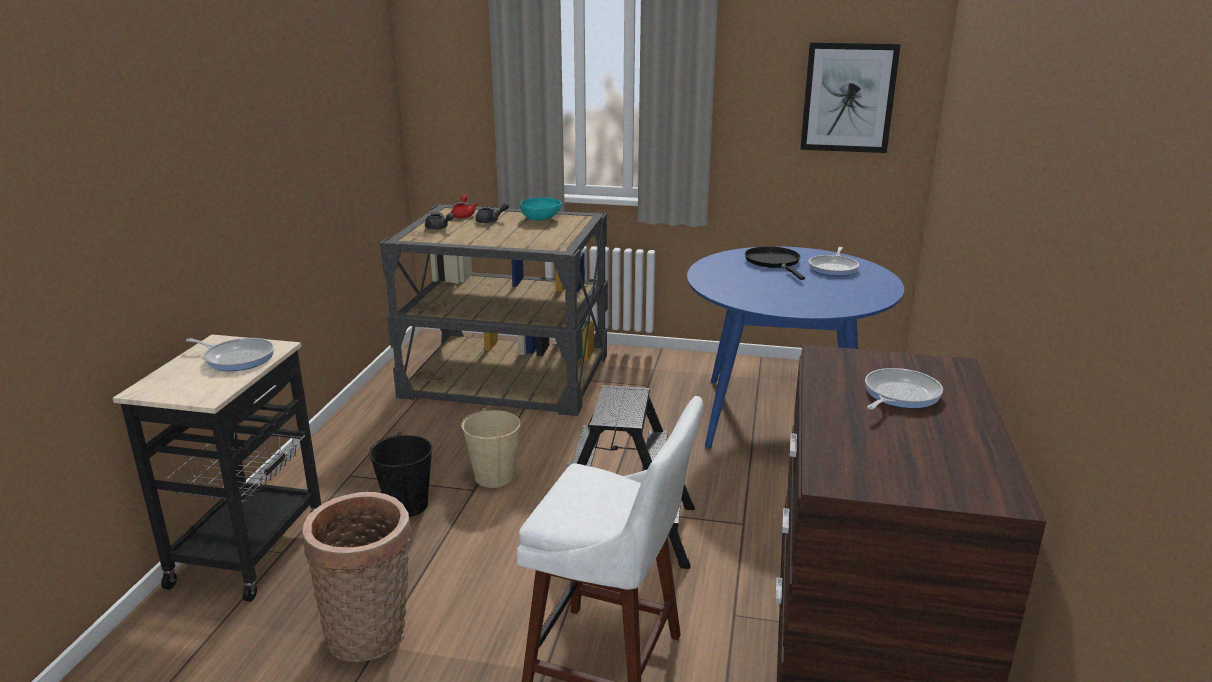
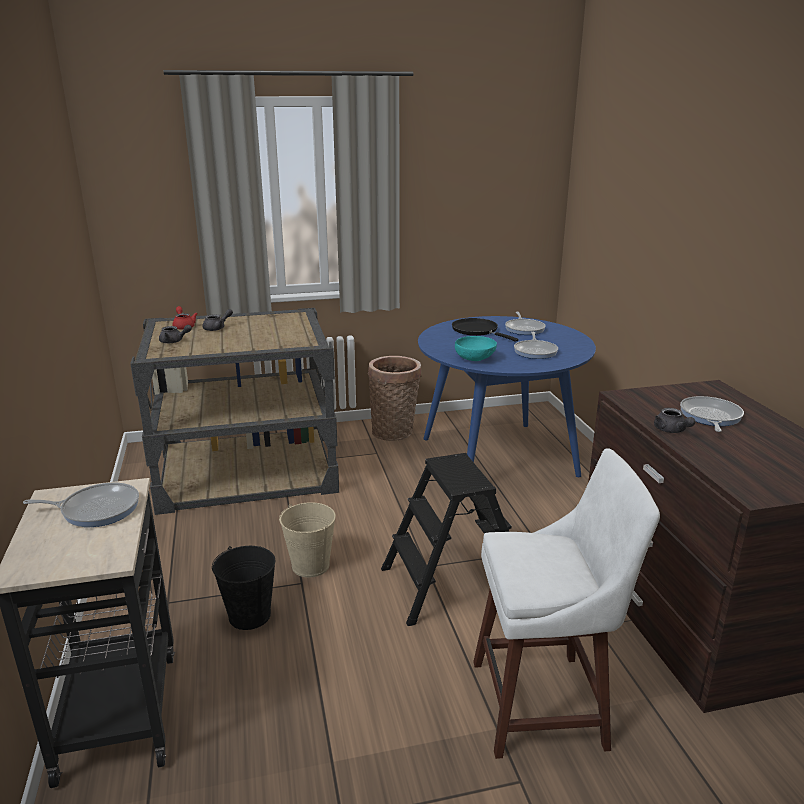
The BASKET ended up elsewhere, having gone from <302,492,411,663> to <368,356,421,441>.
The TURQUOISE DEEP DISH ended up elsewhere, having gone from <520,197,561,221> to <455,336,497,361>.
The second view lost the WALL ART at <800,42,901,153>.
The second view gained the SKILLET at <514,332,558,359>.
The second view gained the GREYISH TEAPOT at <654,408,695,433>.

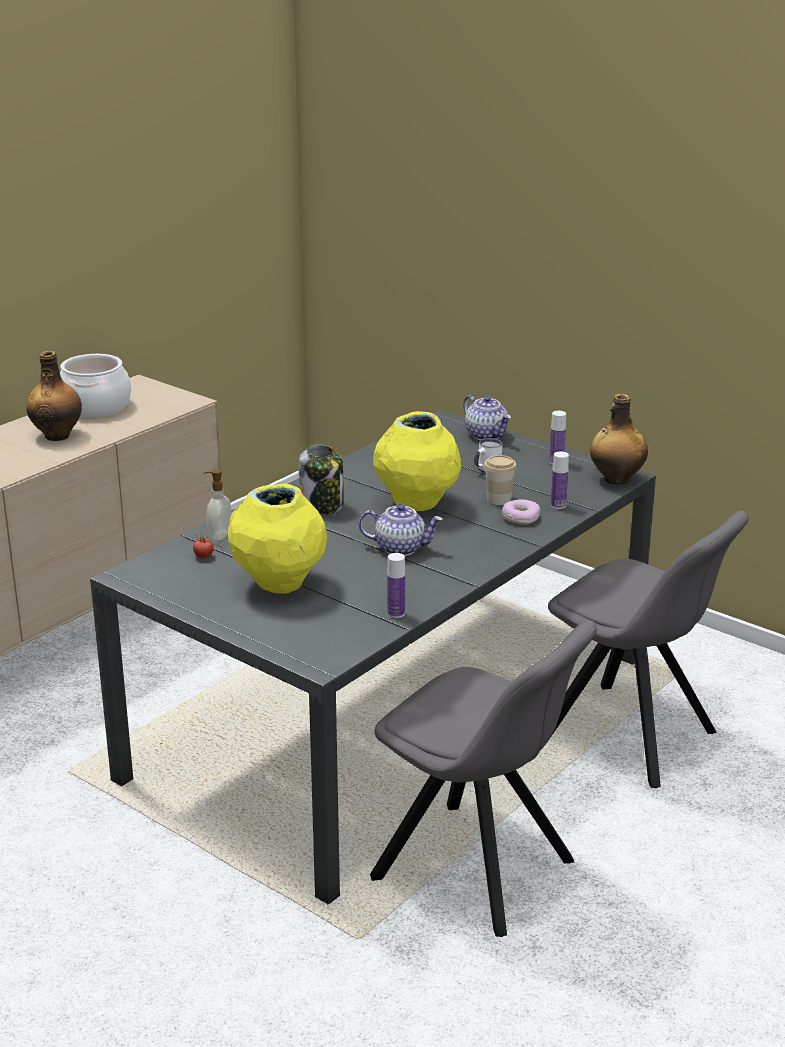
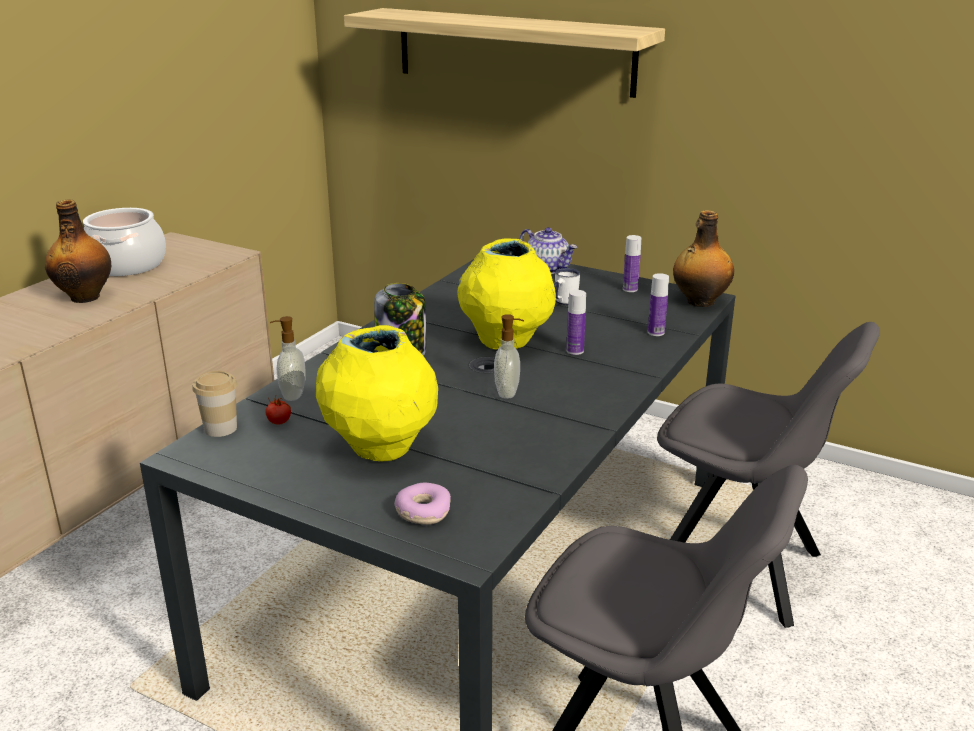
Where the TEAPOT stood at <359,504,442,556>, the SOAP DISPENSER came to stand at <494,314,524,399>.
The BOTTLE ended up elsewhere, having gone from <387,553,405,618> to <566,290,586,355>.
The CUP ended up elsewhere, having gone from <484,455,517,505> to <192,371,237,437>.
The RING DOUGHNUT ended up elsewhere, having gone from <502,499,540,525> to <395,483,451,525>.
The second view gained the SHELF at <344,8,665,98>.

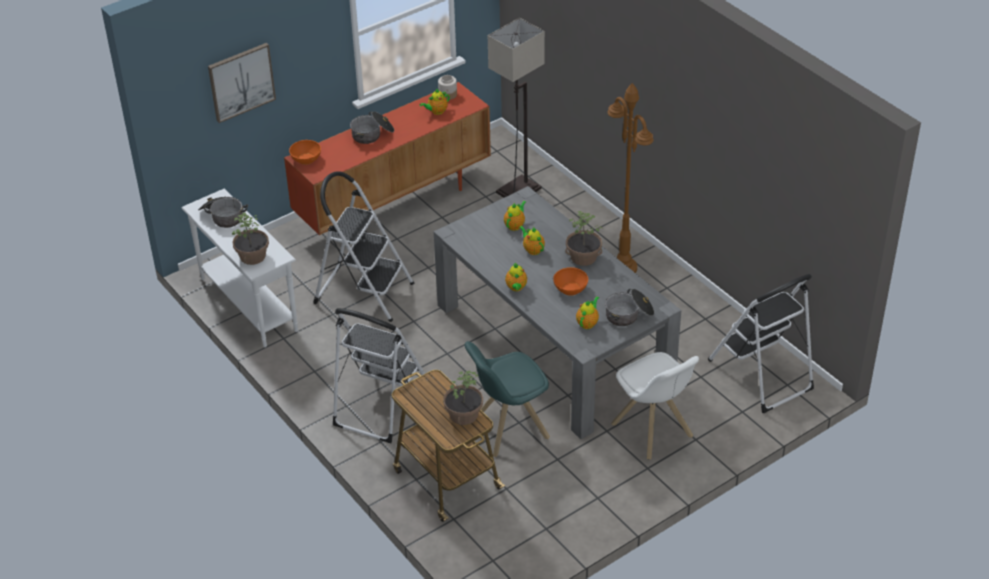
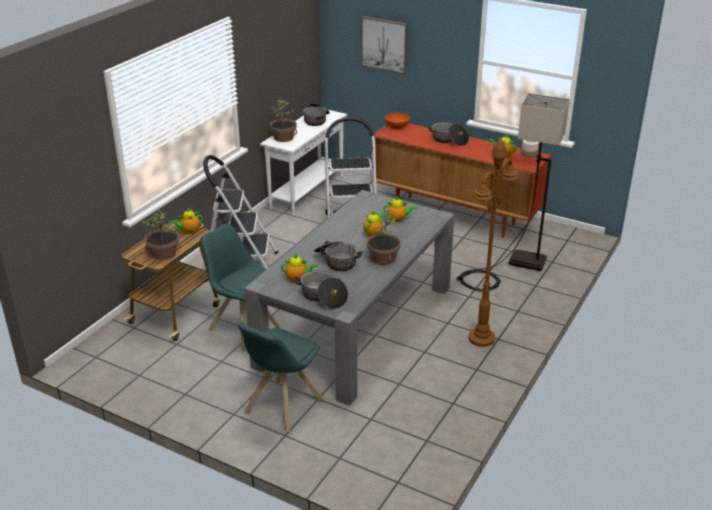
The TEAPOT ended up elsewhere, having gone from <505,263,527,291> to <170,207,203,234>.
Where the ORANGE-COLOURED DEEP DISH stood at <553,267,588,296>, the COOKING POT came to stand at <314,241,363,271>.
What was the WHITE-COLOURED UPRIGHT CHAIR at <611,352,699,460> turned into the TURQUOISE UPRIGHT CHAIR at <238,323,323,433>.
The second view lost the STEP STOOL at <708,274,814,413>.

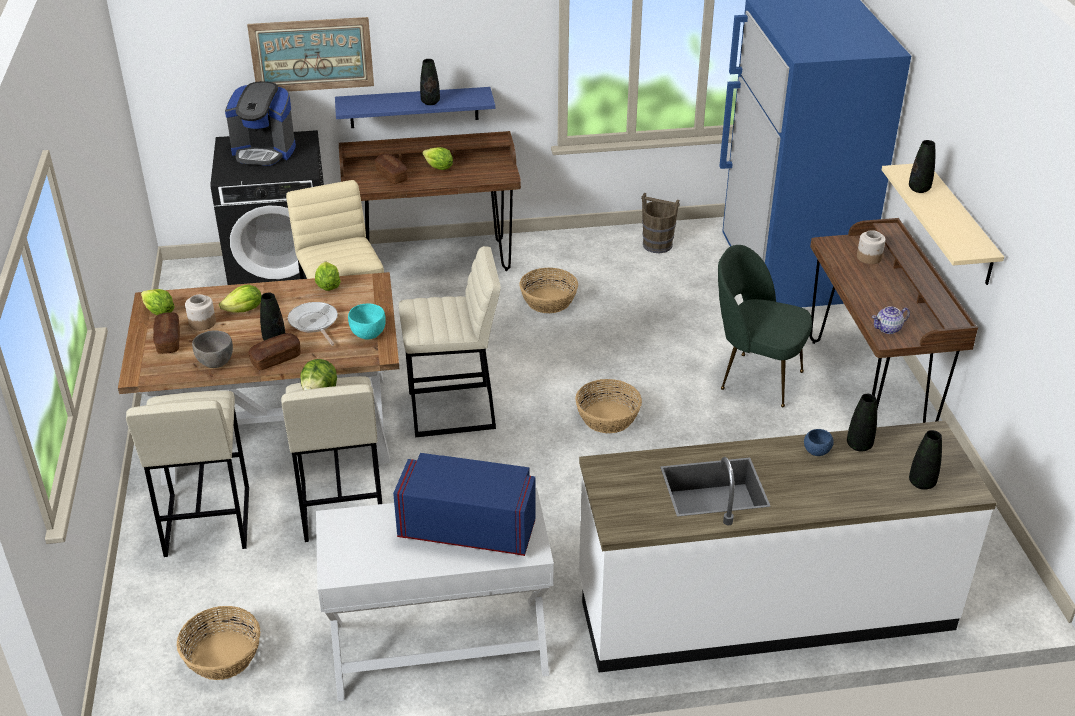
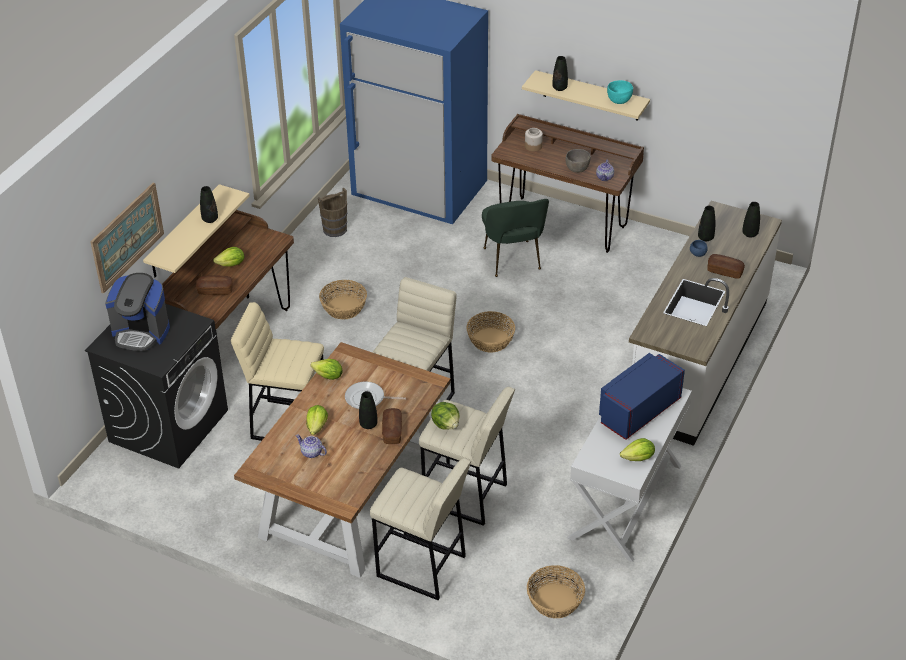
The HEAD OF LETTUCE ended up elsewhere, having gone from <141,289,175,315> to <620,438,655,461>.
The BAKED BREAD ended up elsewhere, having gone from <153,312,180,354> to <707,254,745,279>.
Where the PRESERVE JAR stood at <185,294,216,331>, the TEAPOT came to stand at <296,435,327,458>.
The GREYISH DEEP DISH ended up elsewhere, having gone from <192,330,233,368> to <566,149,591,173>.
The COFFEE MAKER at <225,81,296,166> ended up facing another way, 60 degrees clockwise from before.
What was the BLUE SHELF at <335,87,495,128> turned into the SAND-COLOURED SHELF at <143,184,250,277>.
The TURQUOISE DEEP DISH ended up elsewhere, having gone from <348,303,386,339> to <607,80,633,104>.
The GREEN UPRIGHT CHAIR at <718,245,812,407> ended up facing another way, 75 degrees counterclockwise from before.

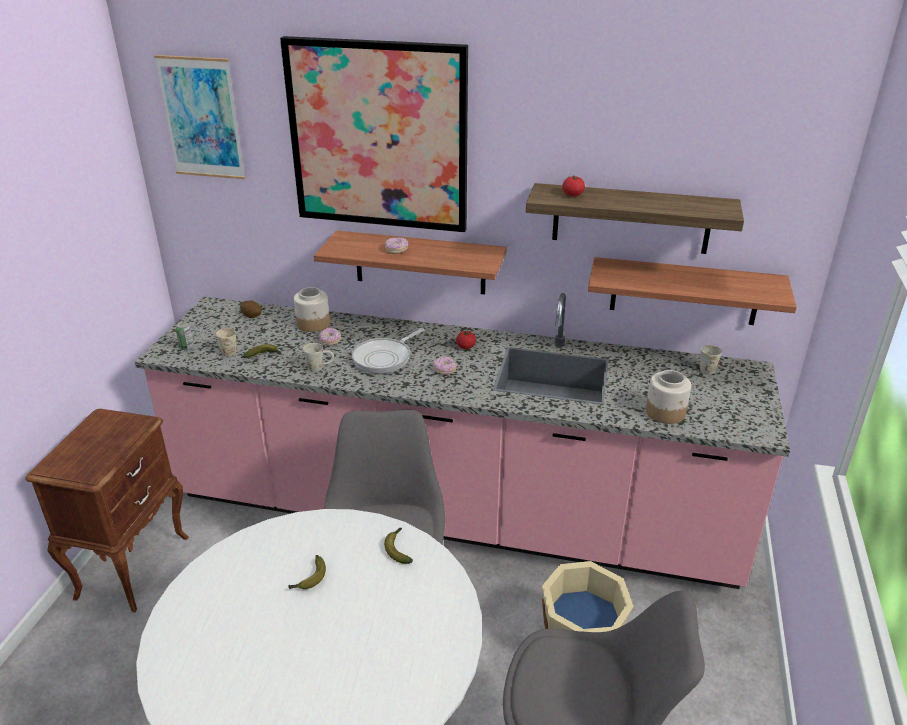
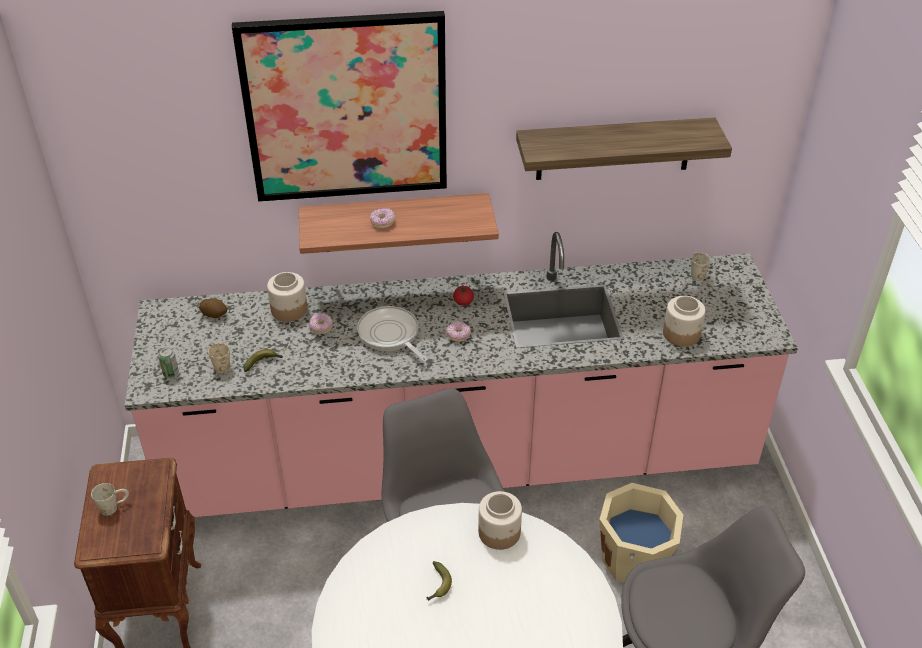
The second view lost the WALL ART at <154,55,246,179>.
The WHITE-COLOURED MUG ended up elsewhere, having gone from <303,343,334,372> to <91,483,129,515>.
The SKILLET at <352,328,425,374> ended up facing another way, 120 degrees clockwise from before.
Where the BANANA stood at <384,528,413,564>, the PRESERVE JAR came to stand at <478,491,522,550>.
The second view lost the FRESH TOMATO at <562,175,585,197>.
The second view lost the SHELF at <588,257,797,325>.

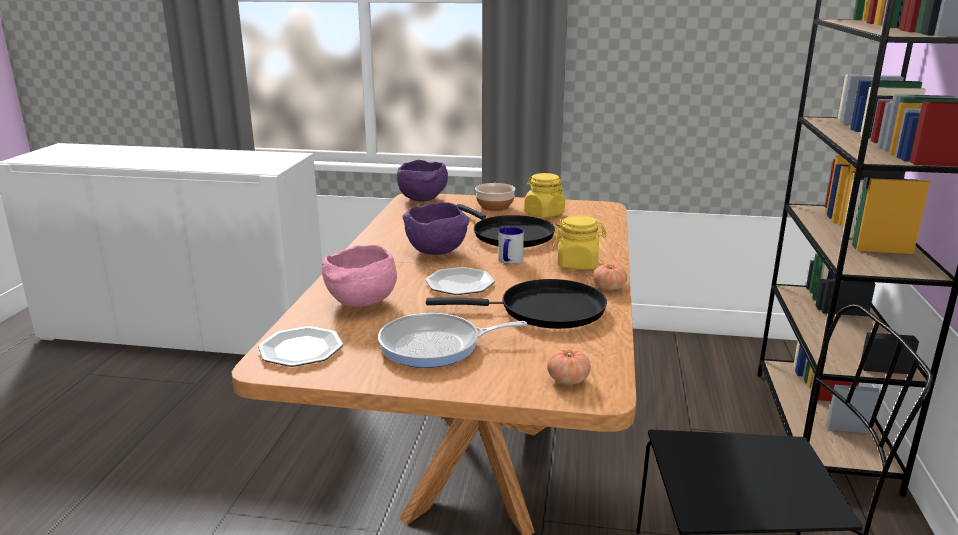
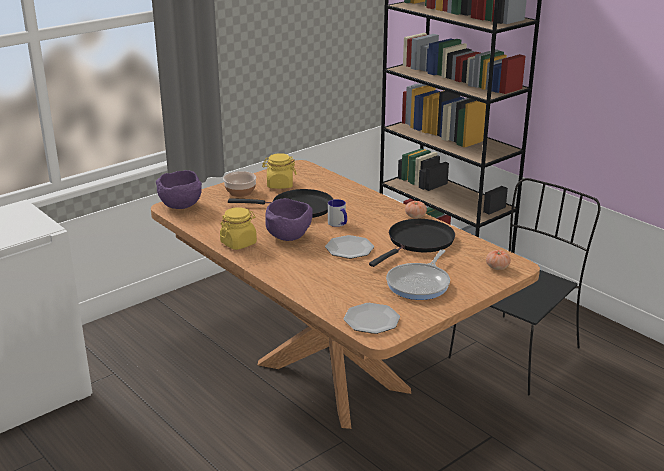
The second view lost the PINK DEEP DISH at <322,245,397,307>.
The YELLOW-COLOURED PRESERVE JAR ended up elsewhere, having gone from <553,215,607,270> to <220,207,257,250>.

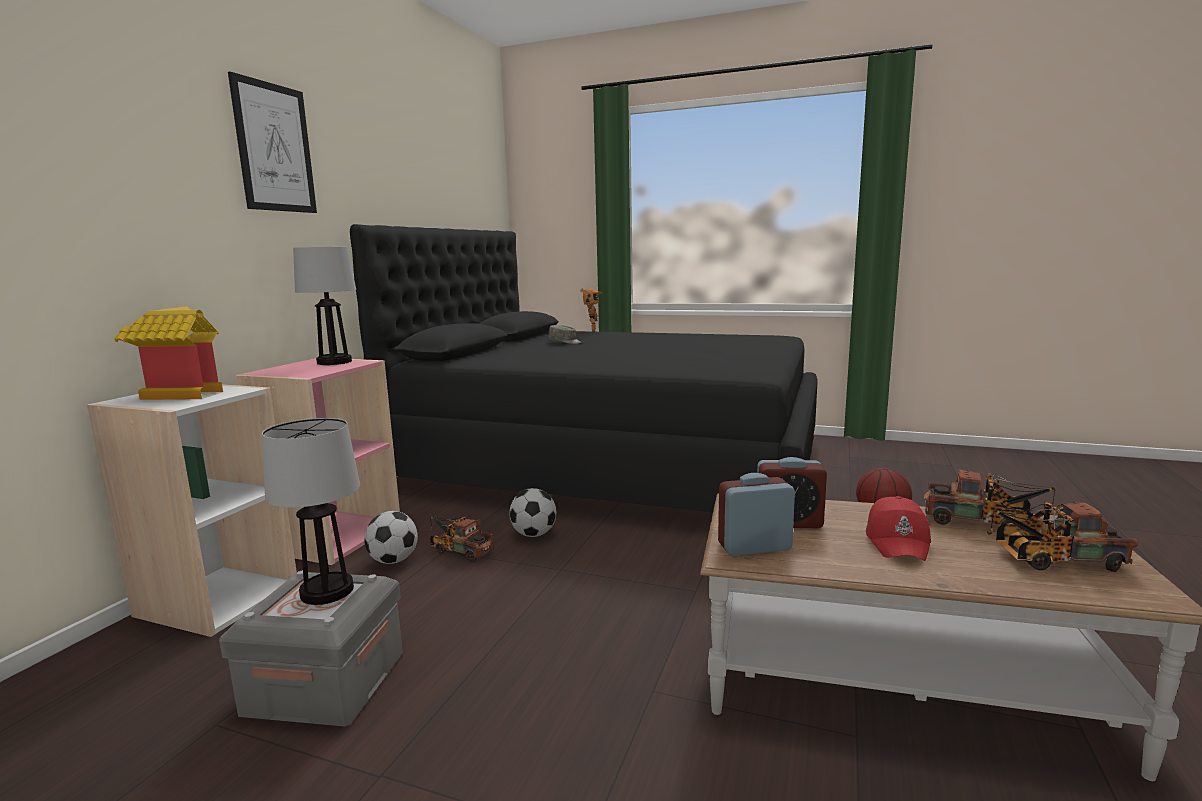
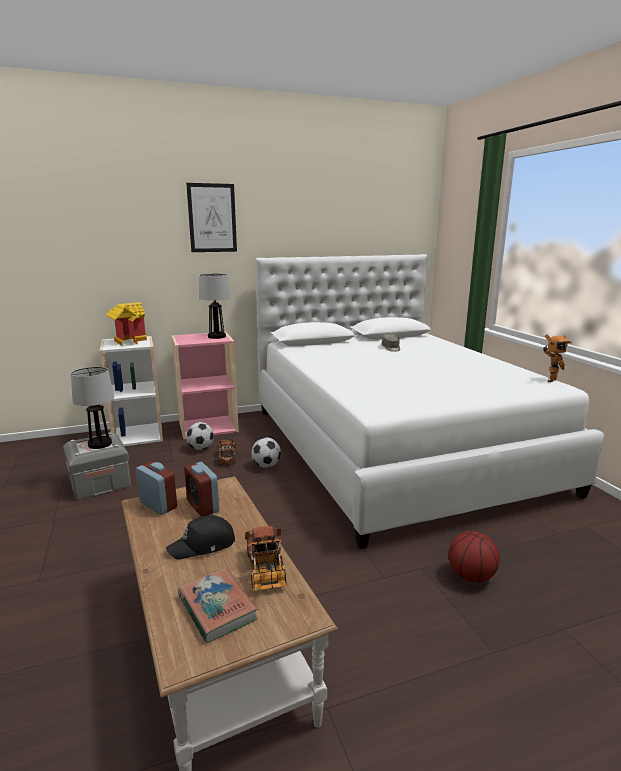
What was the BLACKISH SLEEPING BED at <350,224,818,512> turned into the WHITE-COLOURED SLEEPING BED at <255,254,604,549>.
The ROBOT FIGURE ended up elsewhere, having gone from <580,289,602,332> to <543,334,572,382>.
What was the RED-COLOURED PEAKED CAP at <866,496,931,561> turned into the BLACKISH PEAKED CAP at <166,515,235,560>.
Where the TOY TRUCK stood at <987,501,1138,572>, the BOUND BOOK came to stand at <178,568,258,643>.

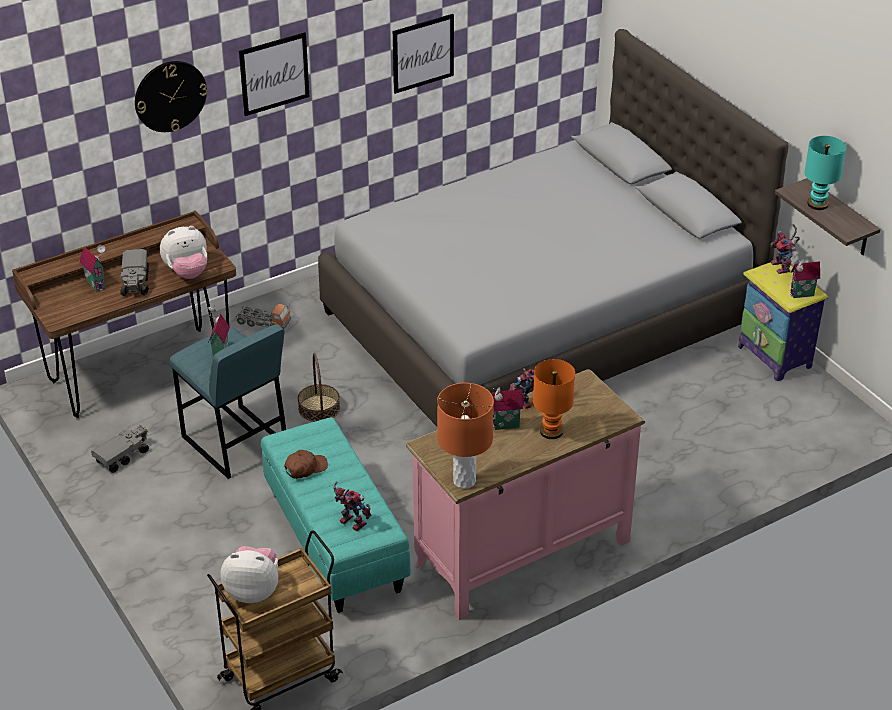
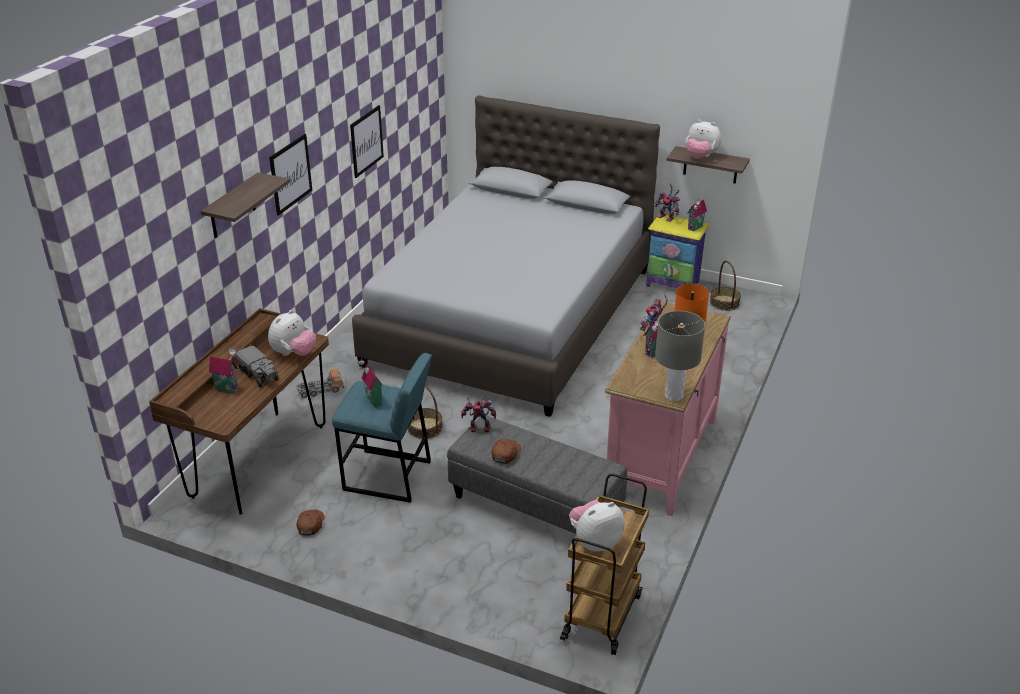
Where the TOY TRUCK stood at <91,426,149,473>, the BROWN-COLOURED PEAKED CAP came to stand at <297,510,325,536>.
Where the HANGING CLOCK hung at <135,61,207,132>, the SHELF came to hang at <201,172,290,238>.
What was the TURQUOISE FOOTREST at <261,417,411,613> turned into the GREYISH FOOTREST at <447,415,627,534>.
The ROBOT FIGURE ended up elsewhere, having gone from <333,481,371,531> to <461,397,496,432>.
What was the ORANGE-COLOURED LAMP FOR A TABLE at <437,383,494,489> turned into the GREYISH LAMP FOR A TABLE at <655,311,705,401>.
Where the TURQUOISE LAMP FOR A TABLE stood at <804,136,846,210>, the CUDDLY TOY came to stand at <686,120,721,158>.
The second view gained the BASKET at <710,261,741,311>.

